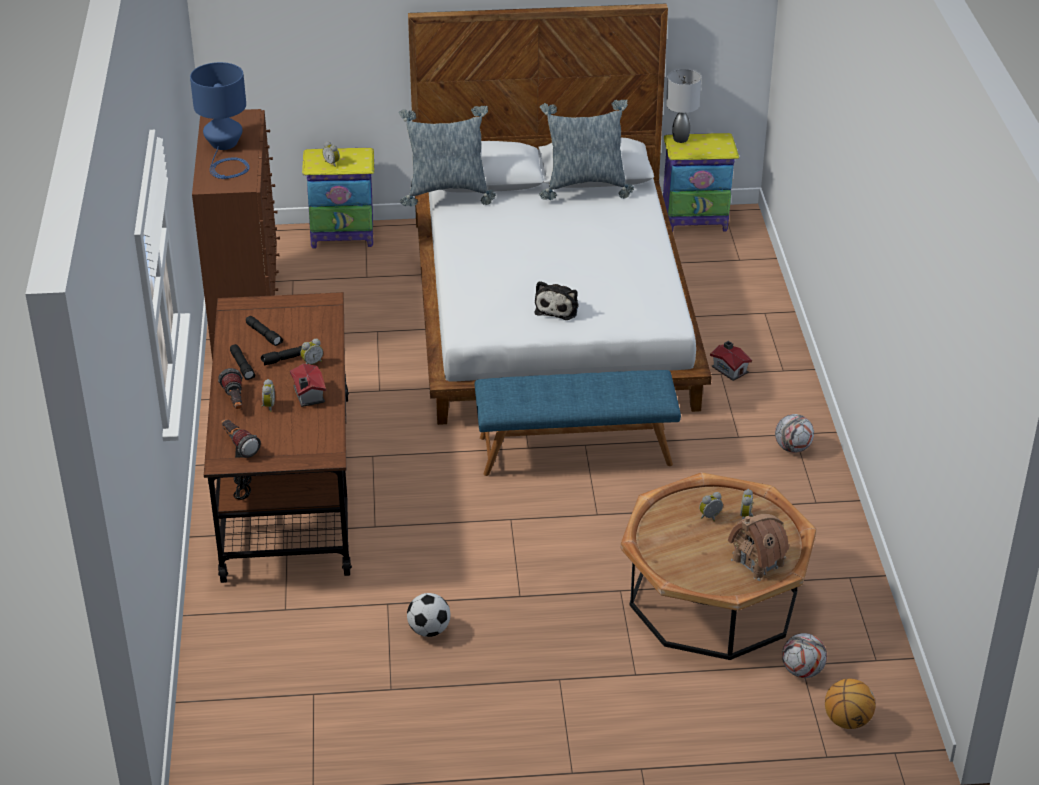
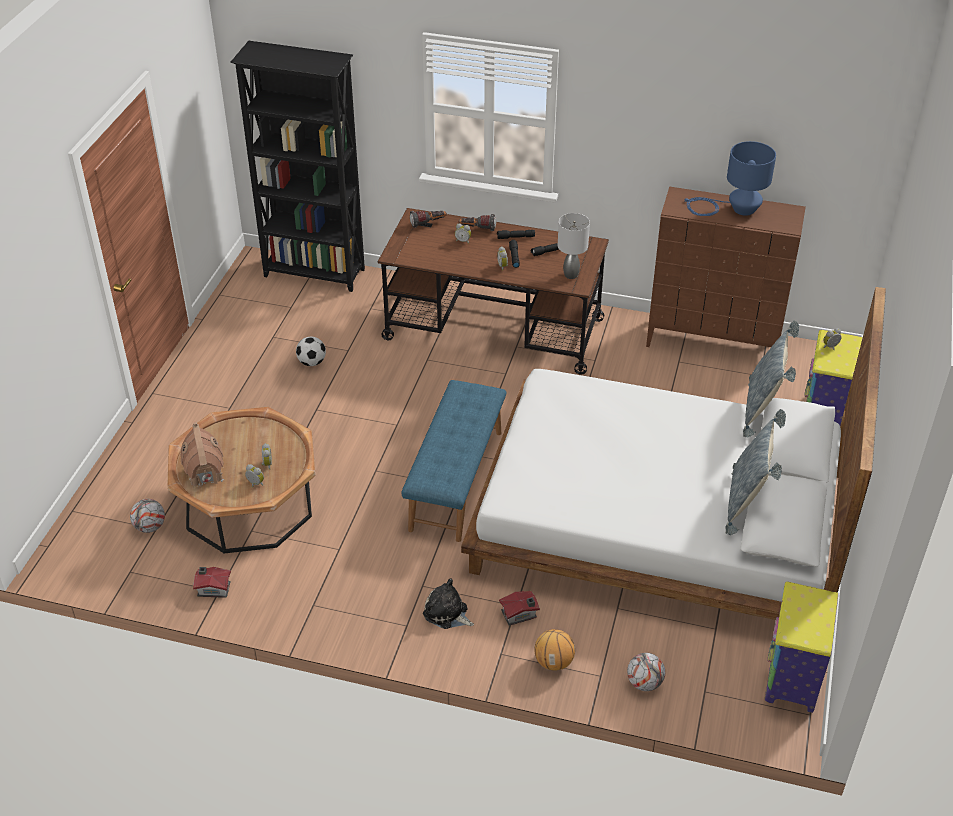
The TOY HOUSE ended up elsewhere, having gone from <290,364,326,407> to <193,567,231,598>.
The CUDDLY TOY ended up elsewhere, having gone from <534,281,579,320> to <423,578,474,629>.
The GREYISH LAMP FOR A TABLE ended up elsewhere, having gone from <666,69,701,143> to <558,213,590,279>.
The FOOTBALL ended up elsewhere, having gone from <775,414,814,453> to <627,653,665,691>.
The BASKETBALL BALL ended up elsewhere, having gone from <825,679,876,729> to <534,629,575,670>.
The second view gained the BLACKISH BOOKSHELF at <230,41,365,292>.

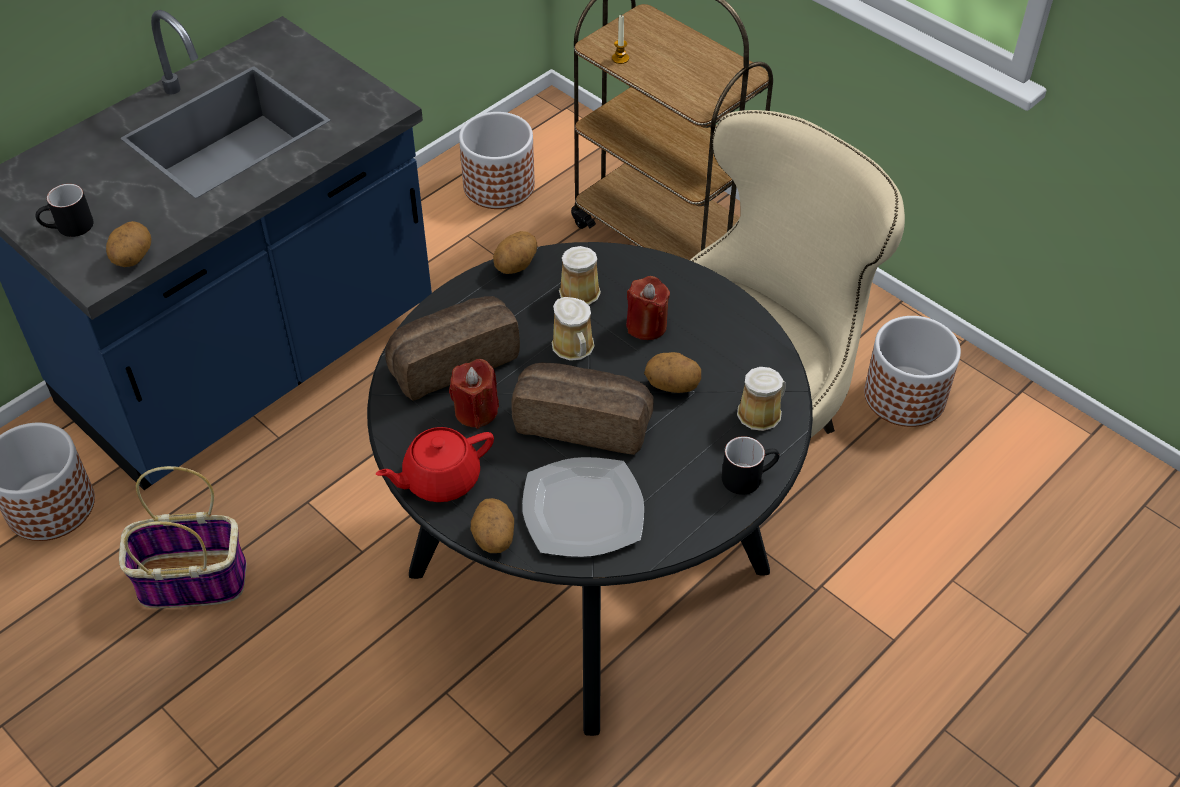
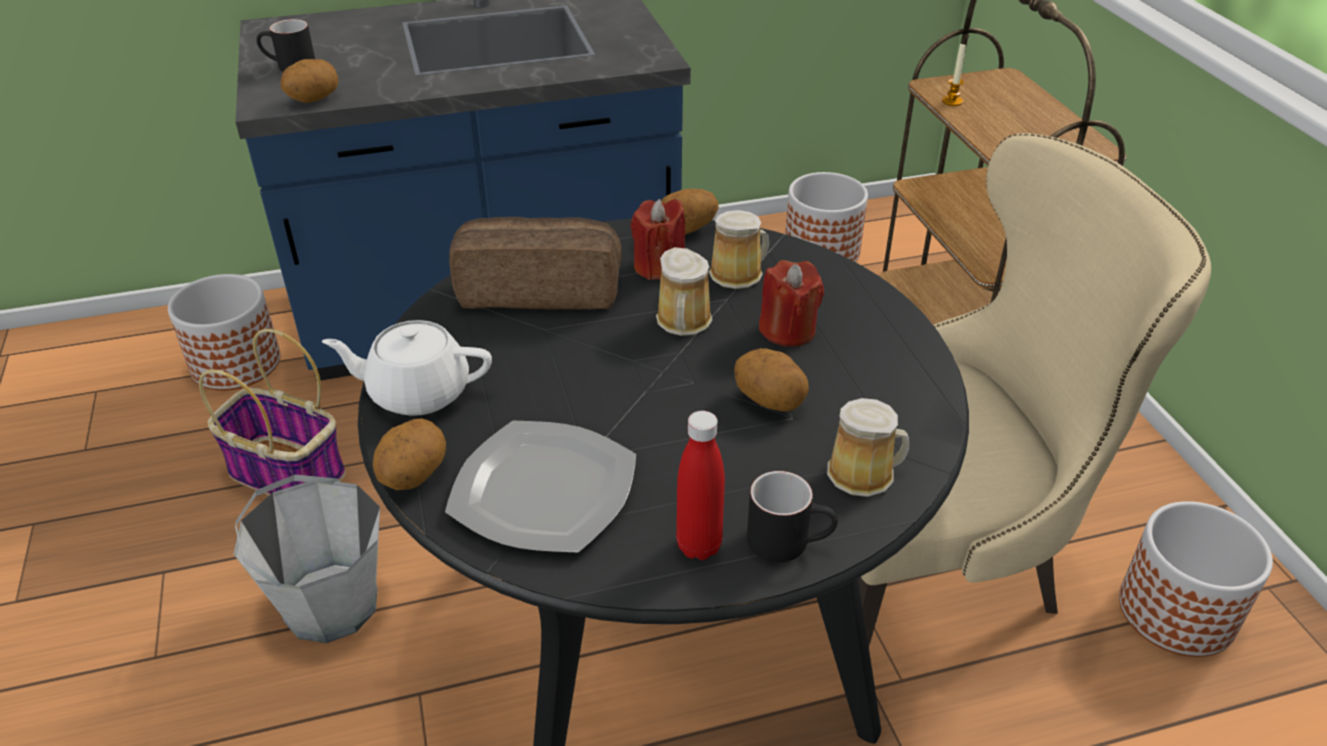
What was the RED-COLOURED TEAPOT at <376,427,494,502> turned into the WHITE-COLOURED TEAPOT at <322,320,492,416>.
The RED-COLOURED CANDLE ended up elsewhere, having gone from <449,359,499,429> to <631,199,685,280>.
The second view lost the BAKED BREAD at <511,362,653,455>.
The second view gained the GREYISH PAIL at <233,475,380,643>.
The second view gained the RED-COLOURED BOTTLE at <676,411,725,560>.

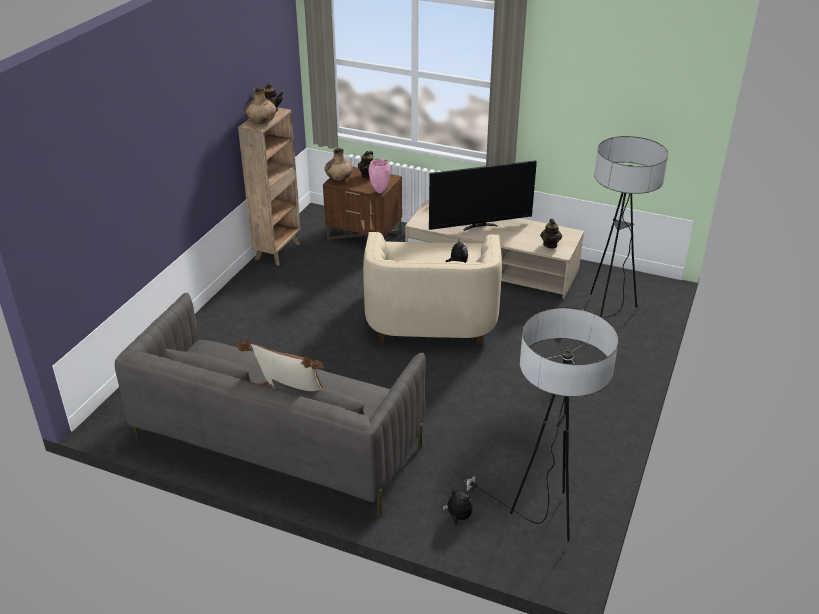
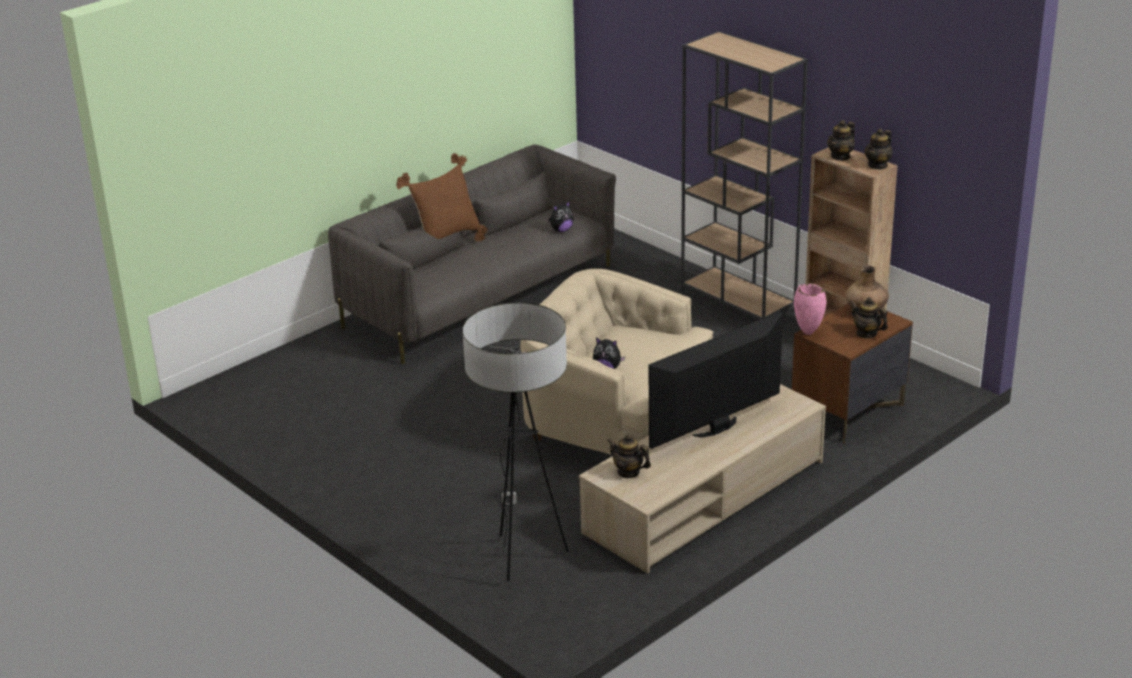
Where the BROWN-COLOURED DECORATIVE VASE stood at <245,87,276,124>, the TEAPOT came to stand at <828,120,855,161>.
The TV at <429,160,537,231> ended up facing another way, 45 degrees clockwise from before.
The CUDDLY TOY ended up elsewhere, having gone from <443,489,473,525> to <548,201,574,232>.
The second view lost the STANDING LAMP at <465,307,619,541>.
The second view gained the BOOKSHELF at <681,31,808,320>.

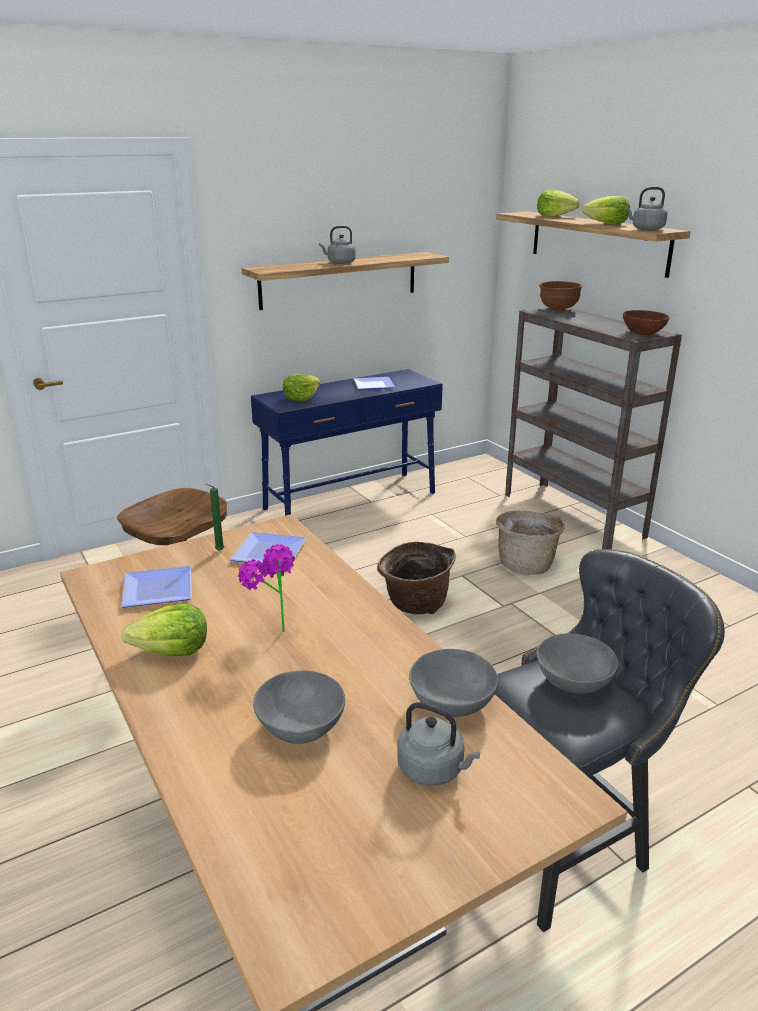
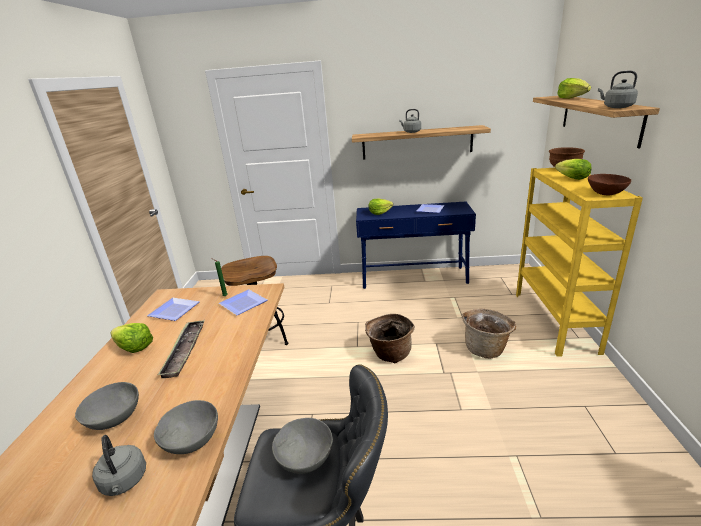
Where the PLANT IN A POT stood at <238,544,295,632>, the TRAY came to stand at <157,320,205,378>.
What was the GREYISH BOOKSHELF at <505,308,682,549> turned into the YELLOW-COLOURED BOOKSHELF at <516,168,643,357>.
The HEAD OF LETTUCE ended up elsewhere, having gone from <582,196,630,225> to <555,159,592,180>.

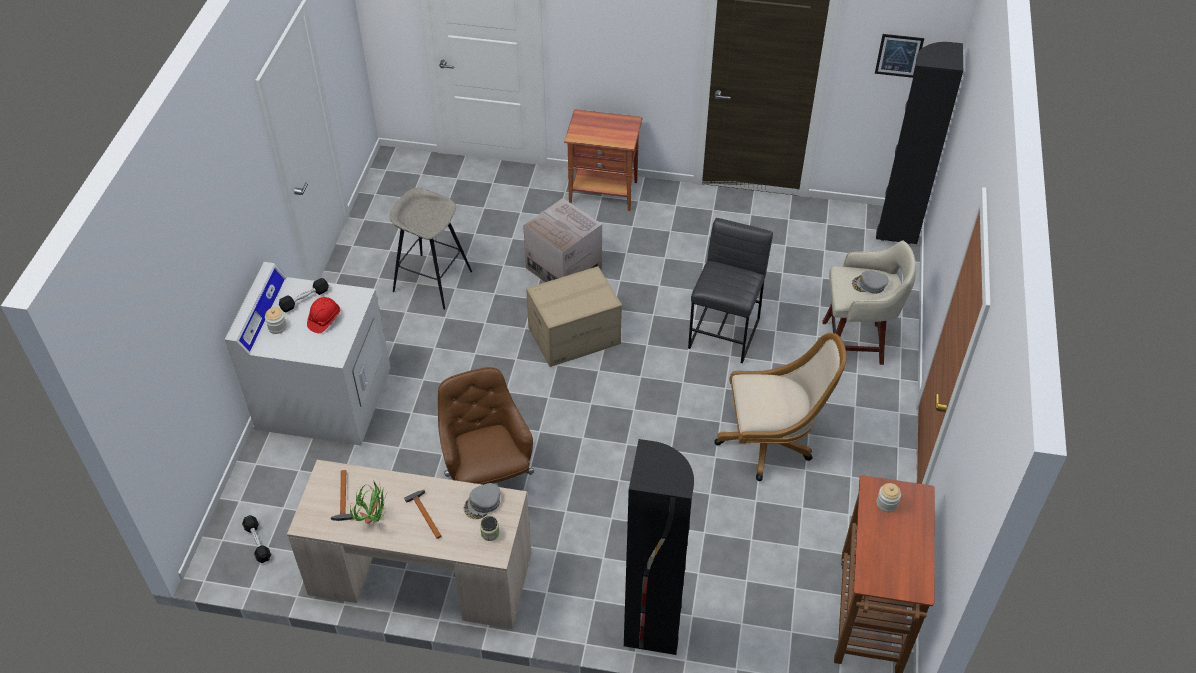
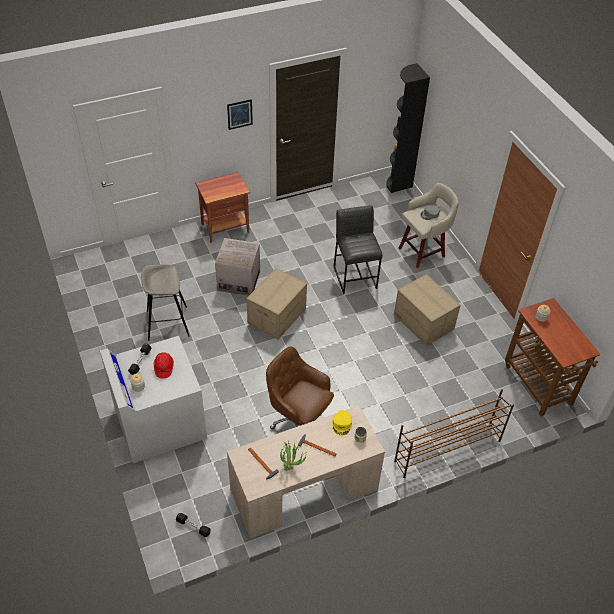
What was the GREYISH PEAKED CAP at <464,483,500,519> turned into the YELLOW-COLOURED PEAKED CAP at <332,410,352,436>.
Where the BLACKISH BOOKSHELF stood at <624,439,694,655>, the BROWN-COLOURED SHOE STAND came to stand at <394,389,514,478>.
Where the COMPUTER CHAIR stood at <714,333,847,481>, the CARTON came to stand at <394,274,461,346>.
The WALL ART ended up elsewhere, having gone from <875,34,924,78> to <227,99,253,130>.

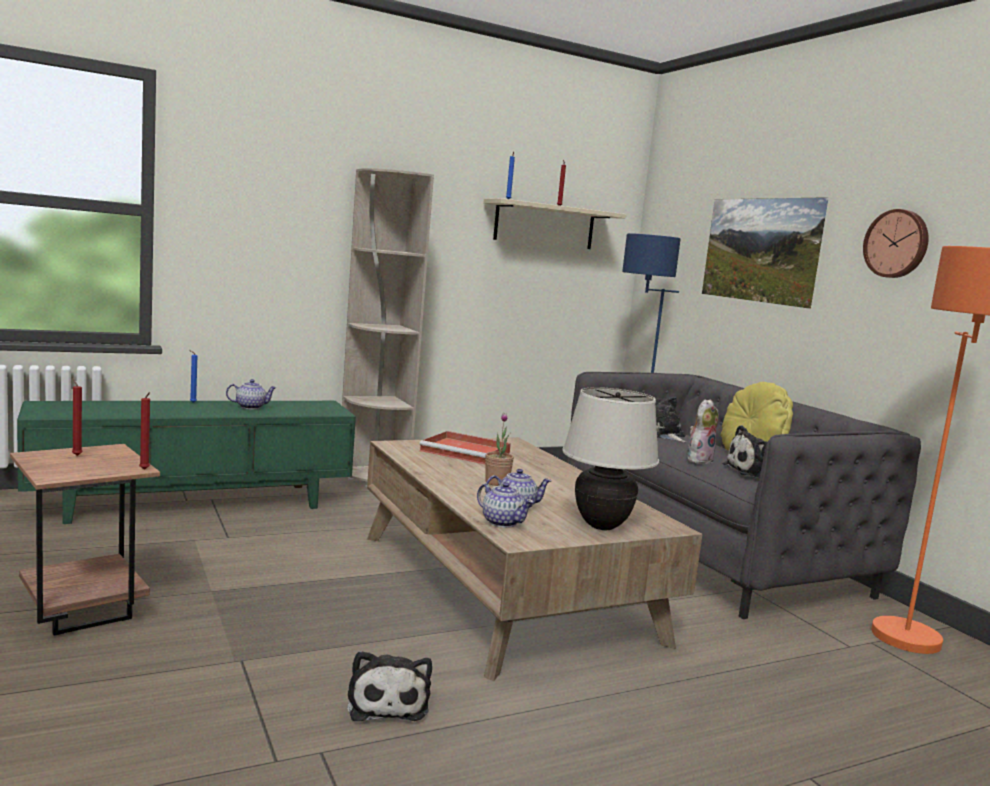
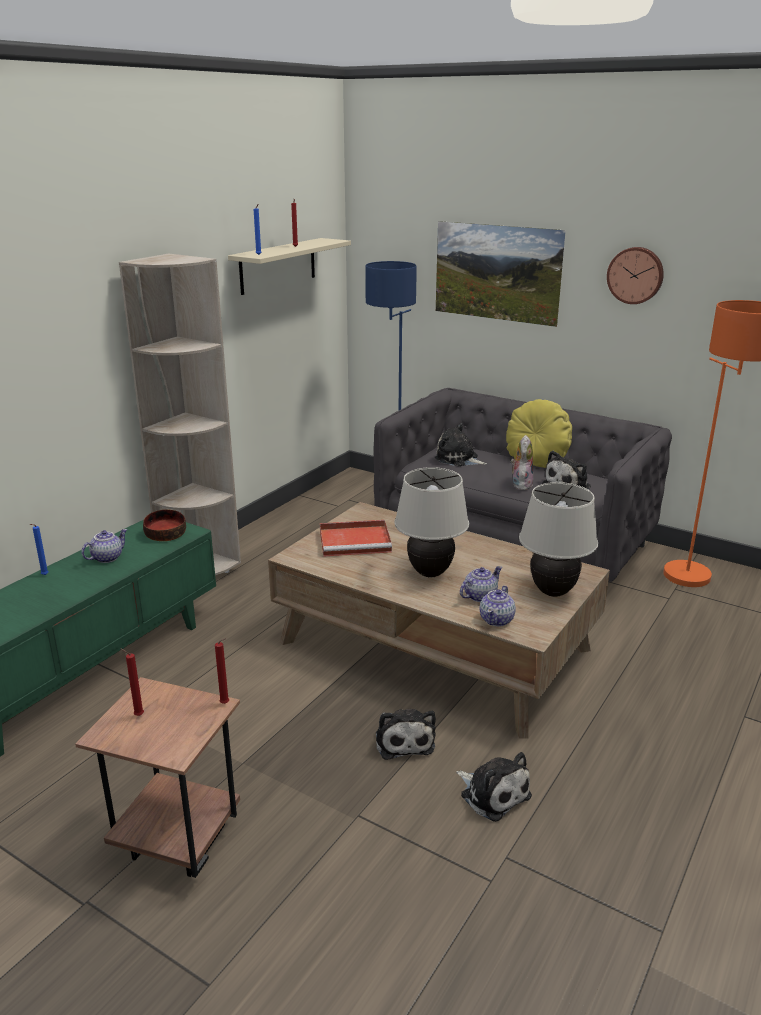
The TEAPOT at <477,482,534,528> ended up facing another way, 105 degrees clockwise from before.
Where the PLANT IN A POT stood at <485,413,514,486>, the SAND-COLOURED LAMP FOR A TABLE came to stand at <394,467,469,577>.
The second view gained the DEEP DISH at <143,509,186,541>.
The second view gained the CUDDLY TOY at <376,709,436,760>.

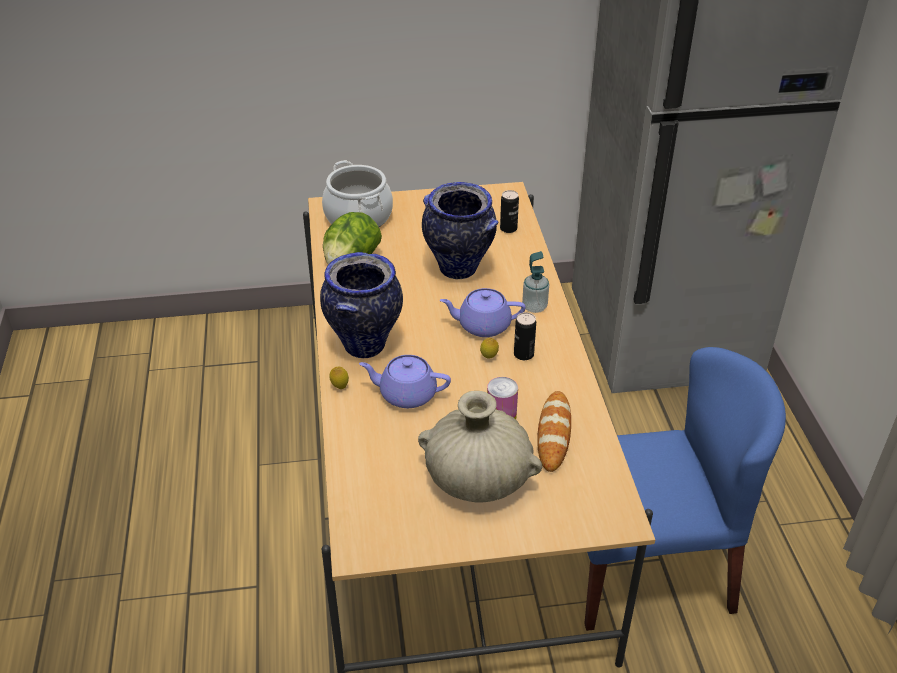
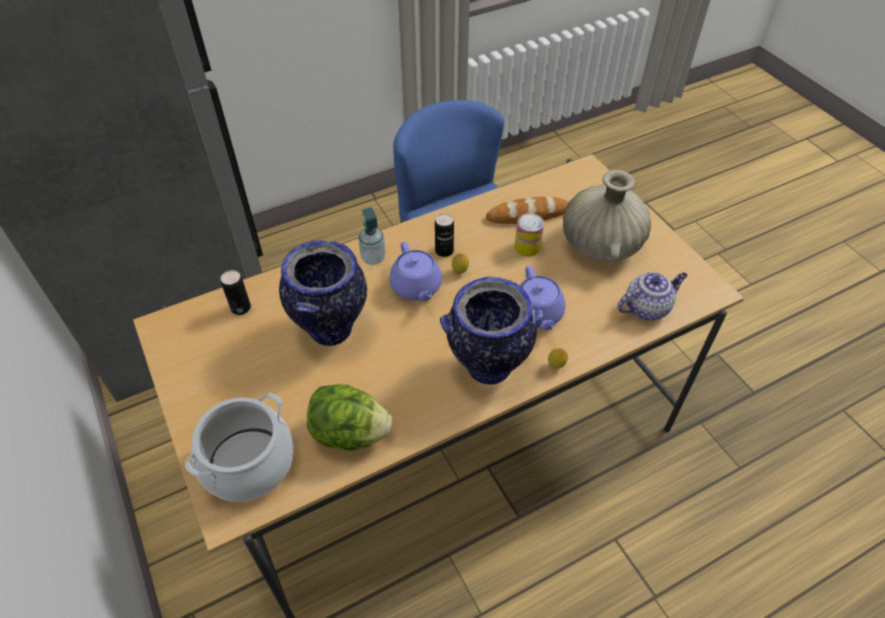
The second view gained the TEAPOT at <617,272,688,320>.

